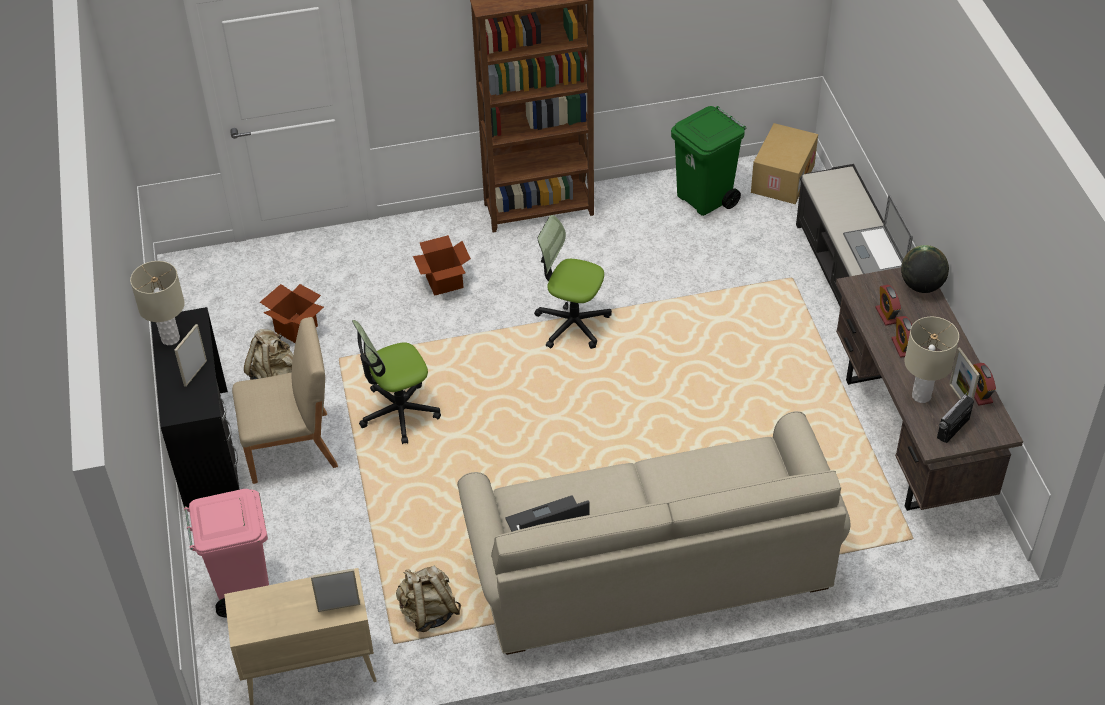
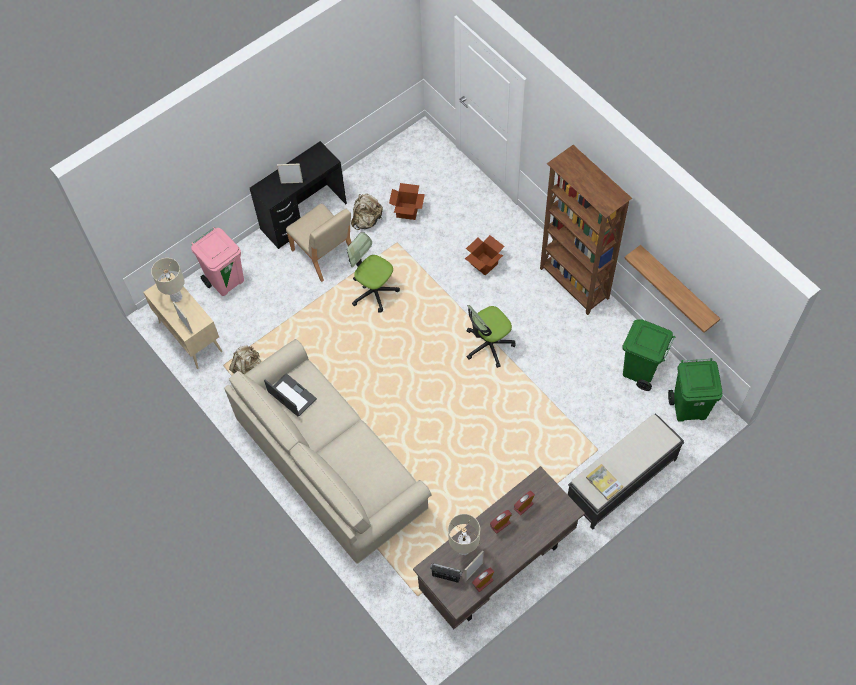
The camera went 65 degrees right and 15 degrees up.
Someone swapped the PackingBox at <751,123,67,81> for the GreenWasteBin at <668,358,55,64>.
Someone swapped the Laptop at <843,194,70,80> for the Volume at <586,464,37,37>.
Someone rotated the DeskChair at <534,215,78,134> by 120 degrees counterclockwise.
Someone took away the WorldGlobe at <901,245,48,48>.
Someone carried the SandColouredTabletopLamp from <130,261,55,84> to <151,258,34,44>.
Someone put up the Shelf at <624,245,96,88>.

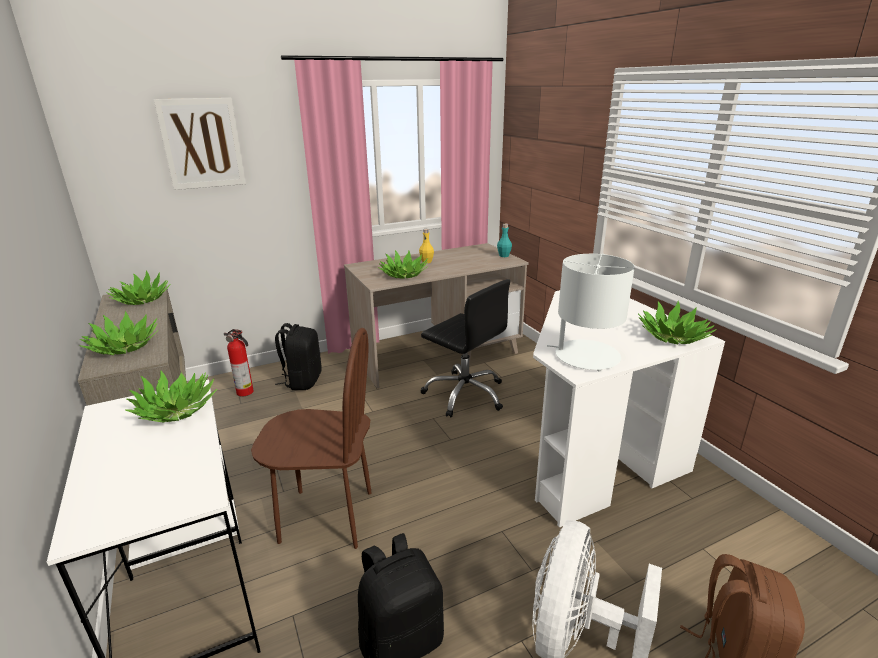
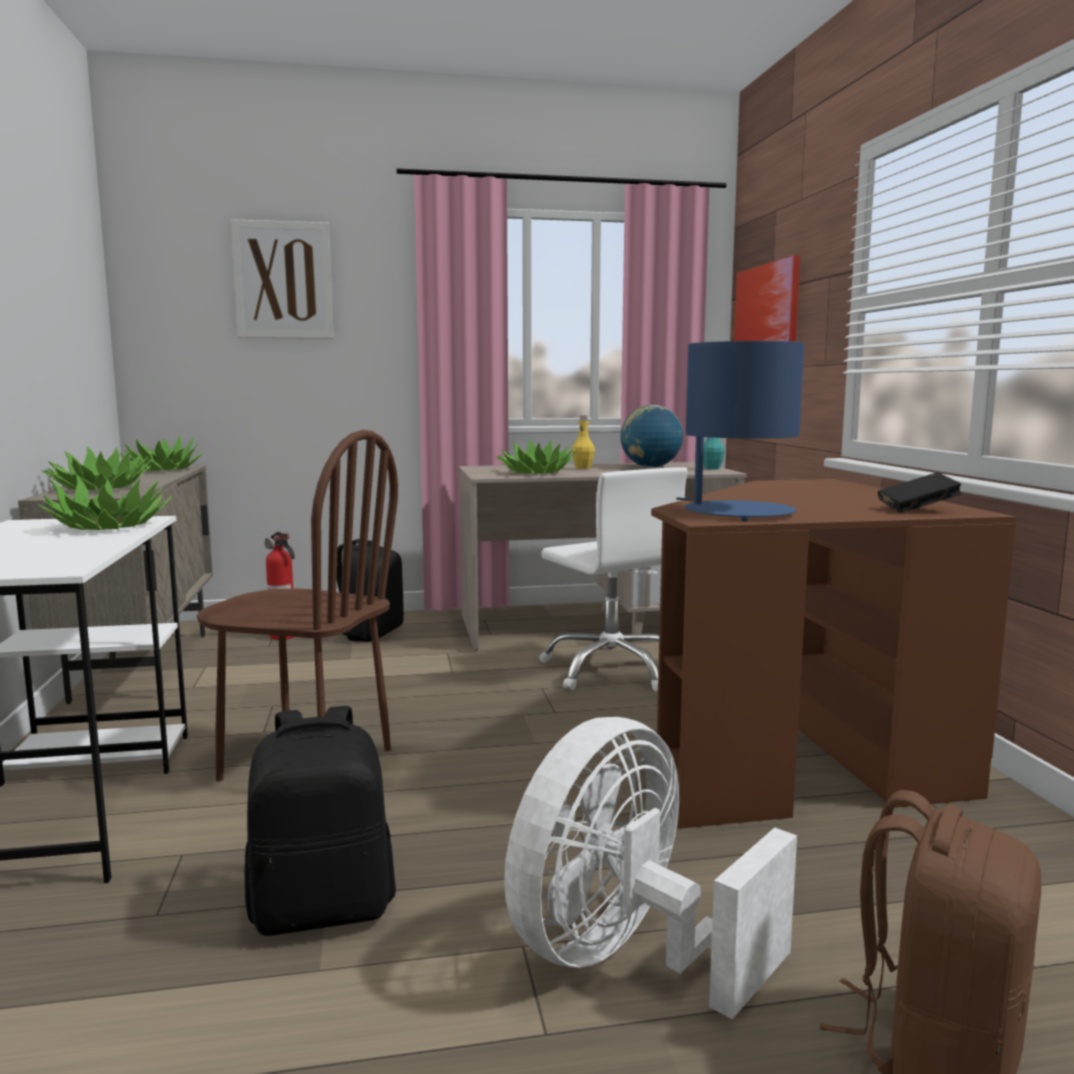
The camera went 15 degrees right and 15 degrees down.
Someone repainted the WhitishTabletopLamp at <547,254,88,118>, which became the BluishTabletopLamp at <676,341,128,180>.
Someone repainted the BlackDeskChair at <420,279,90,139>, which became the WhitishDeskChair at <539,467,148,224>.
Someone repainted the WhitishDeskTable at <533,290,192,238>, which became the BrownishDeskTable at <651,479,365,350>.
Someone swapped the PlantInAPot at <638,300,79,44> for the BlackVolume at <878,472,84,41>.
Someone put up the WallPicture at <734,255,66,87>.
Someone put down the WorldGlobe at <620,405,63,62>.

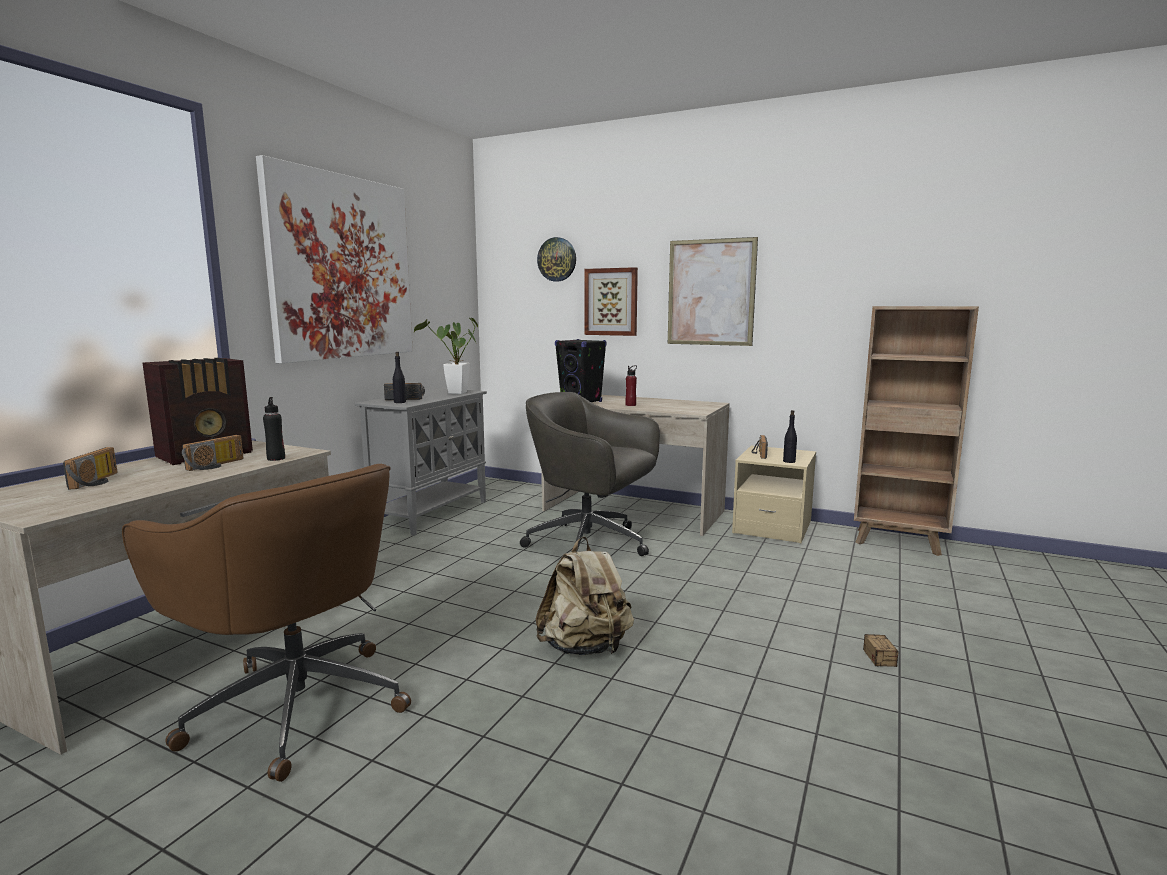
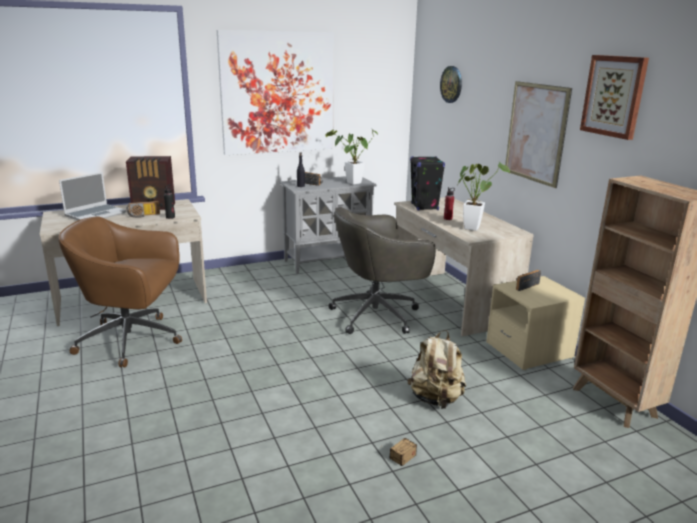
The camera went 40 degrees right and 10 degrees up.
Someone carried the WallPicture from <584,267,54,69> to <580,55,69,85>.
Someone rotated the GreyDeskChair at <520,392,140,164> by 90 degrees counterclockwise.
Someone took away the BlackBeverageBottle at <783,410,14,53>.
Someone swapped the Radio at <63,447,54,42> for the Laptop at <59,172,67,48>.
Someone rotated the BrownishDeskChair at <122,464,289,318> by 105 degrees clockwise.
Someone carried the SandColouredRucksack from <536,537,98,118> to <407,330,59,79>.
Someone put down the PlantInAPot at <458,162,52,69>.

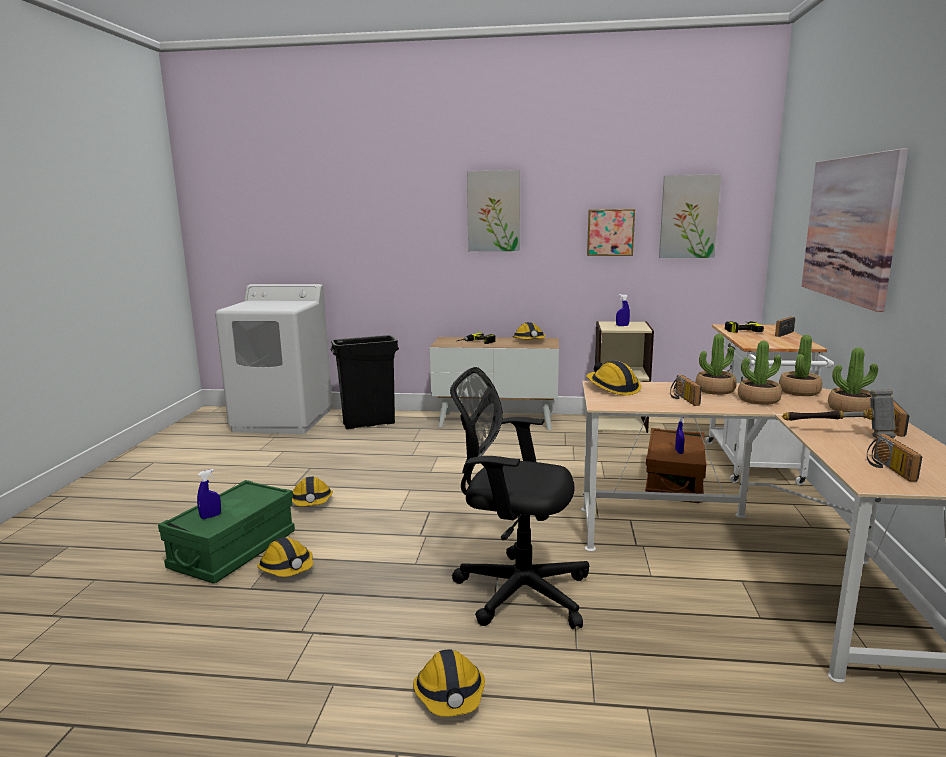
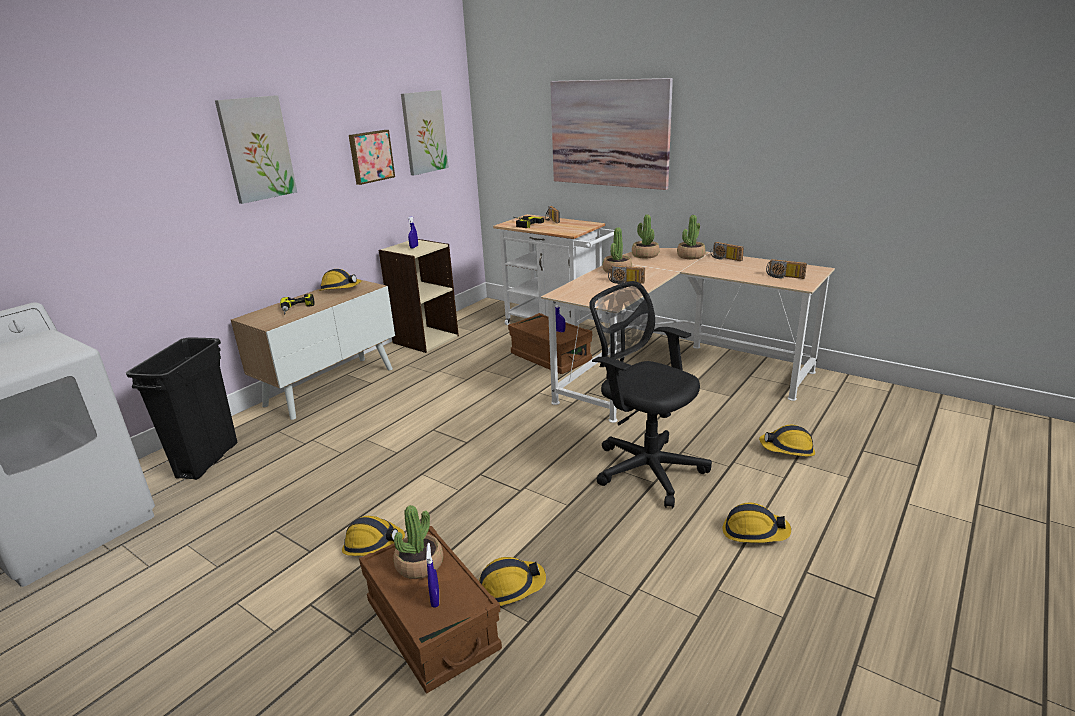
The camera went 60 degrees left and 10 degrees up.
Someone carried the PlantInAPot from <738,341,44,64> to <394,505,49,74>.
Someone carried the WorkHelmet from <586,361,55,34> to <759,425,56,31>.
Someone rotated the BlackDeskChair at <450,367,139,262> by 90 degrees clockwise.
Someone took away the ToolHammer at <782,390,114,48>.
Someone repainted the GreenStorageBox at <158,480,137,103>, which became the BrownishStorageBox at <359,526,143,168>.

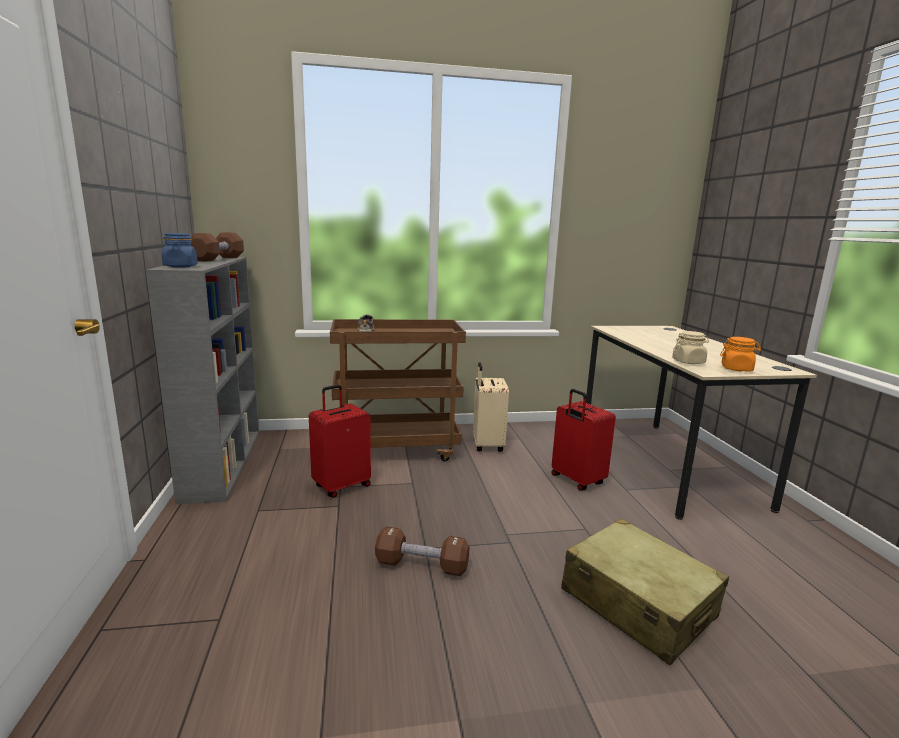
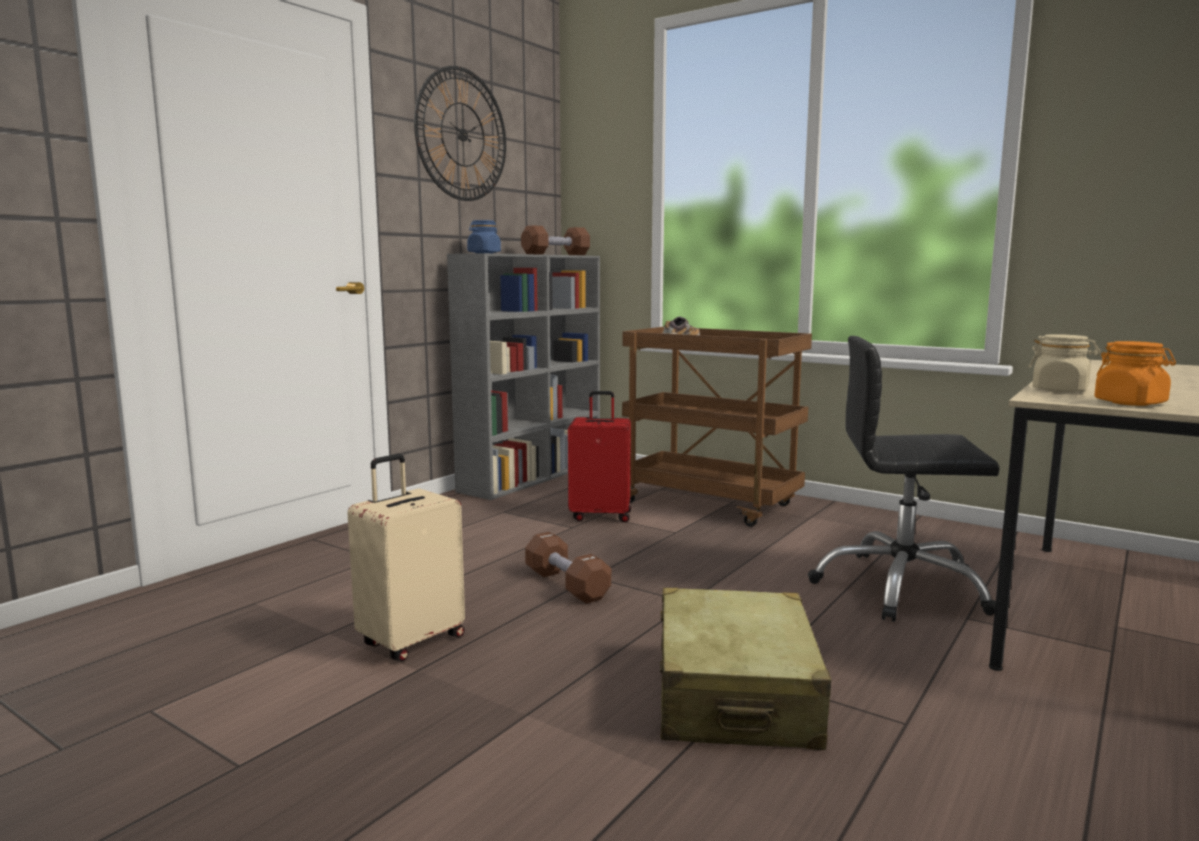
The camera went 45 degrees right and 5 degrees down.
Someone carried the SandColouredSuitcase from <473,362,36,90> to <347,454,118,207>.
Someone swapped the RedColouredSuitcase at <552,389,64,102> for the BlackDeskChair at <808,336,192,286>.
Someone put up the WallClock at <414,66,92,135>.

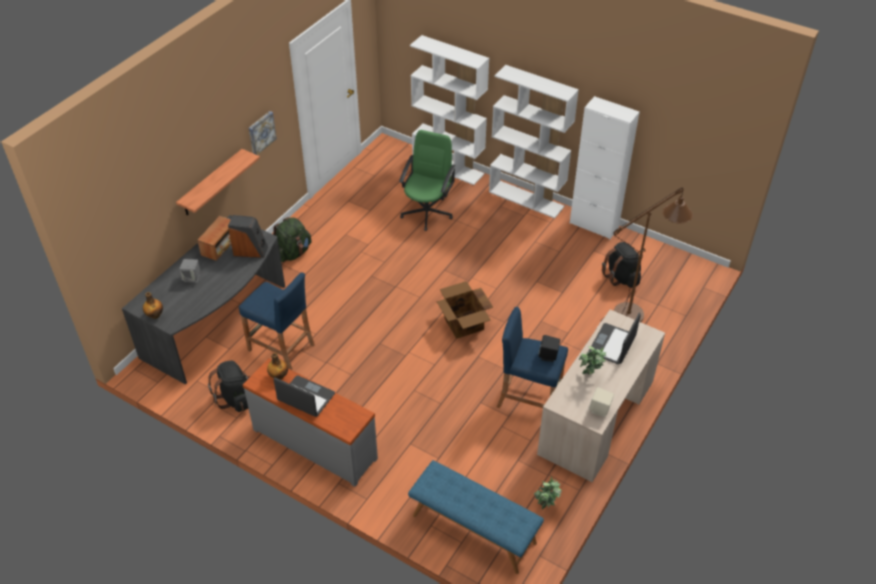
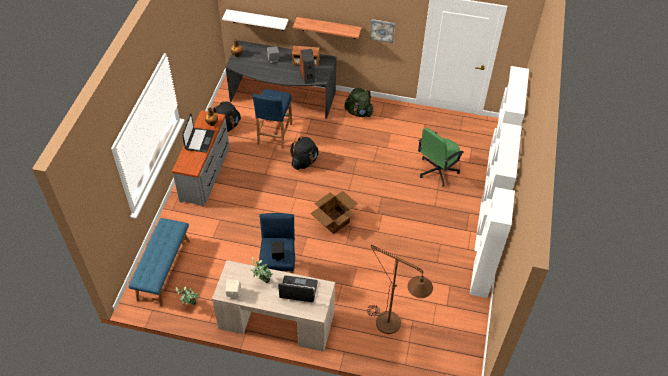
The camera went 70 degrees right and 5 degrees up.
Someone rotated the GreenDeskChair at <399,130,57,101> by 135 degrees clockwise.
Someone carried the BlackRucksack from <602,242,39,46> to <290,136,29,34>.
Someone put up the WhitishShelf at <222,9,66,22>.

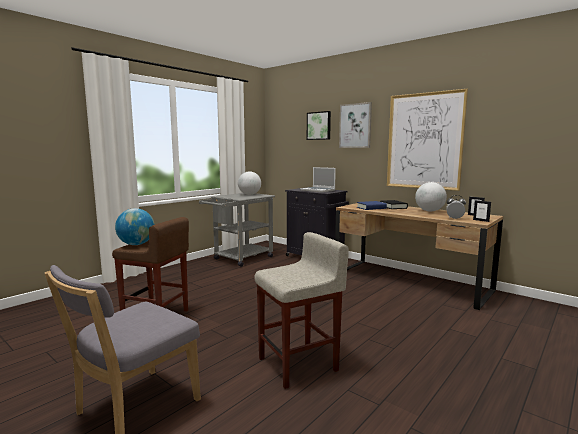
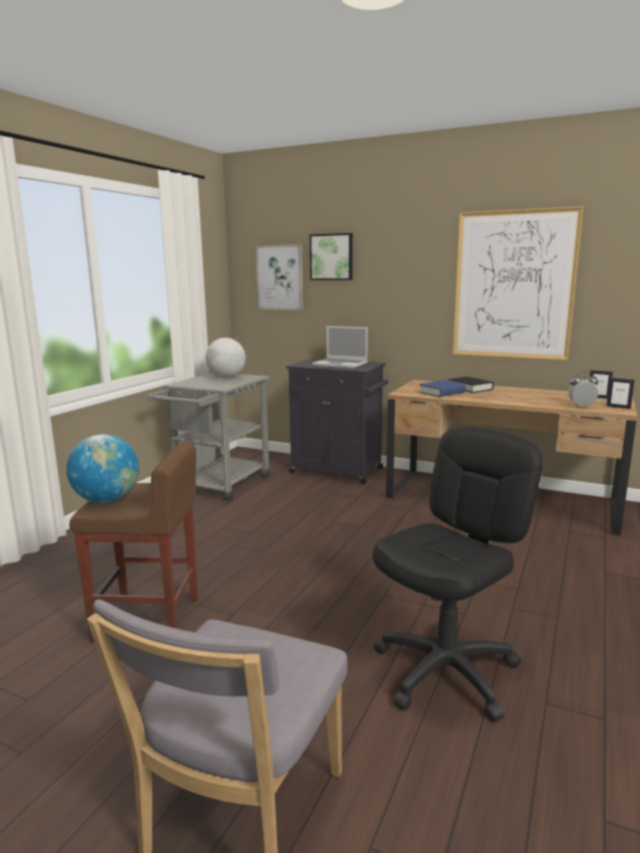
The camera went 15 degrees left and 5 degrees up.
Someone carried the WallPicture from <339,102,33,46> to <256,244,47,66>.
Someone took away the WorldGlobe at <415,182,32,30>.
Someone swapped the SandColouredStoolSeat at <254,232,95,157> for the BlackDeskChair at <373,427,170,295>.

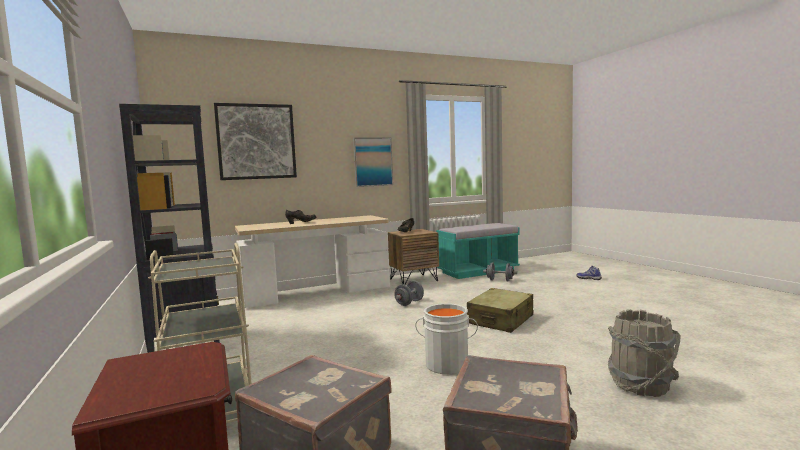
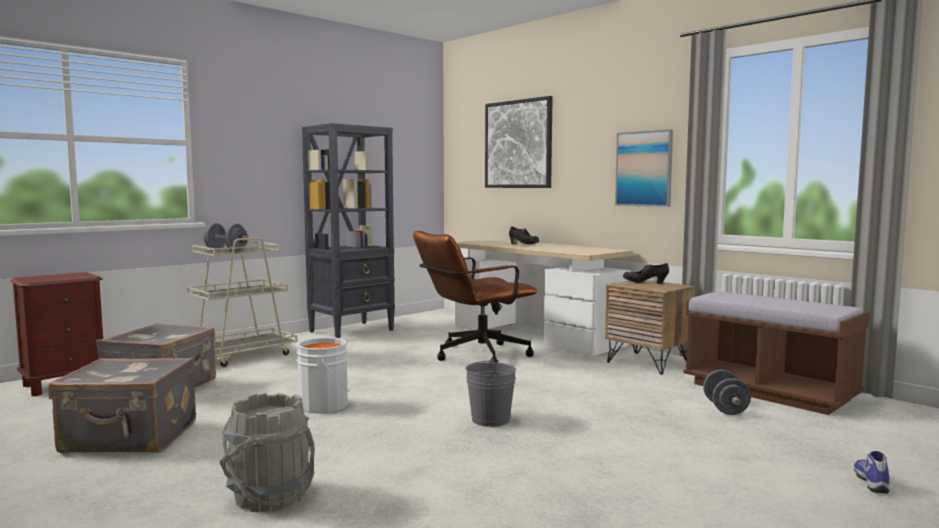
The camera went 70 degrees right and 0 degrees up.
Someone repainted the TurquoiseColouredBench at <436,223,84,56>, which became the BrownishBench at <683,292,187,123>.
Someone carried the GreyHandWeight from <395,281,29,25> to <203,223,46,29>.
Someone swapped the SandColouredSuitcase at <467,288,66,45> for the GreyPail at <465,358,51,69>.
Someone put down the BrownishDeskChair at <413,231,124,132>.

